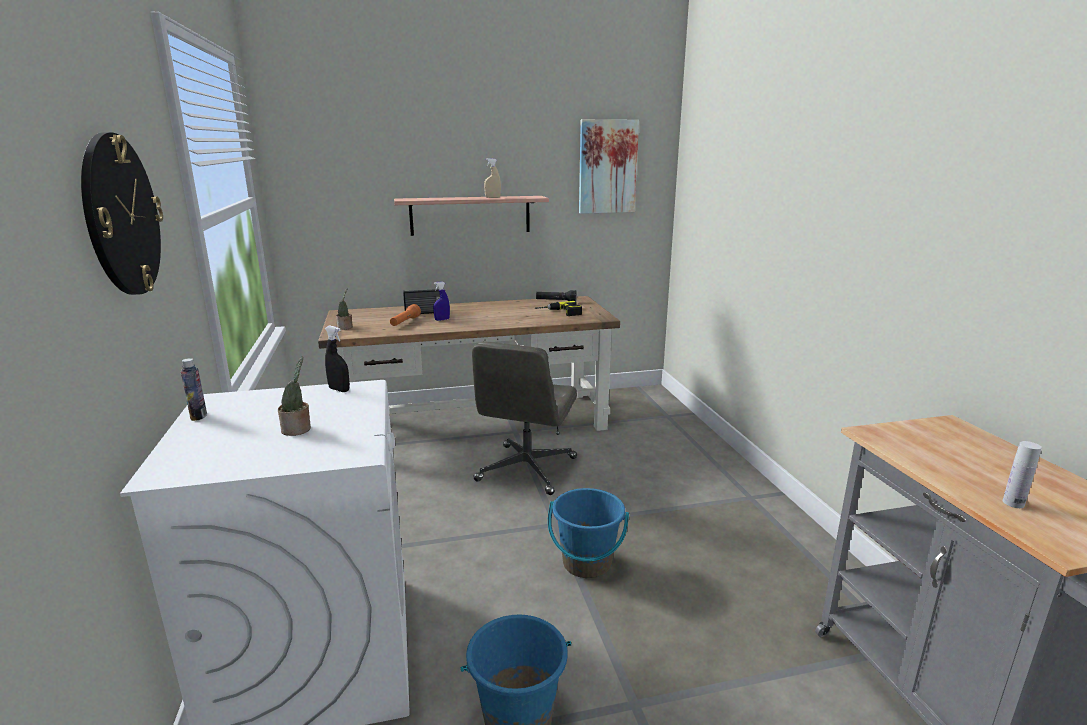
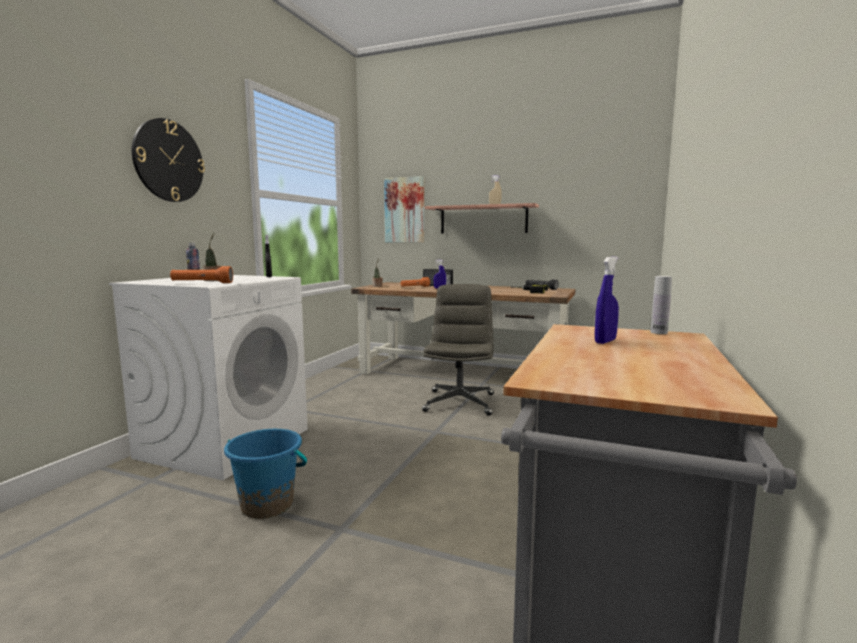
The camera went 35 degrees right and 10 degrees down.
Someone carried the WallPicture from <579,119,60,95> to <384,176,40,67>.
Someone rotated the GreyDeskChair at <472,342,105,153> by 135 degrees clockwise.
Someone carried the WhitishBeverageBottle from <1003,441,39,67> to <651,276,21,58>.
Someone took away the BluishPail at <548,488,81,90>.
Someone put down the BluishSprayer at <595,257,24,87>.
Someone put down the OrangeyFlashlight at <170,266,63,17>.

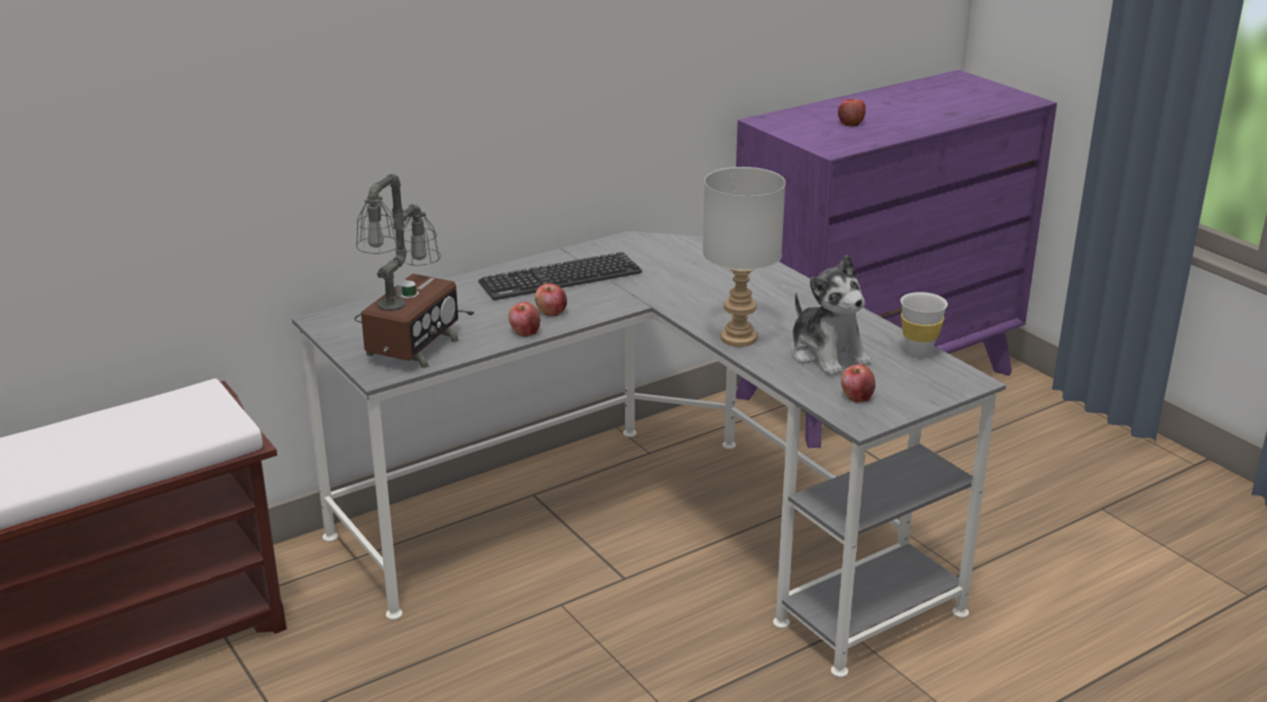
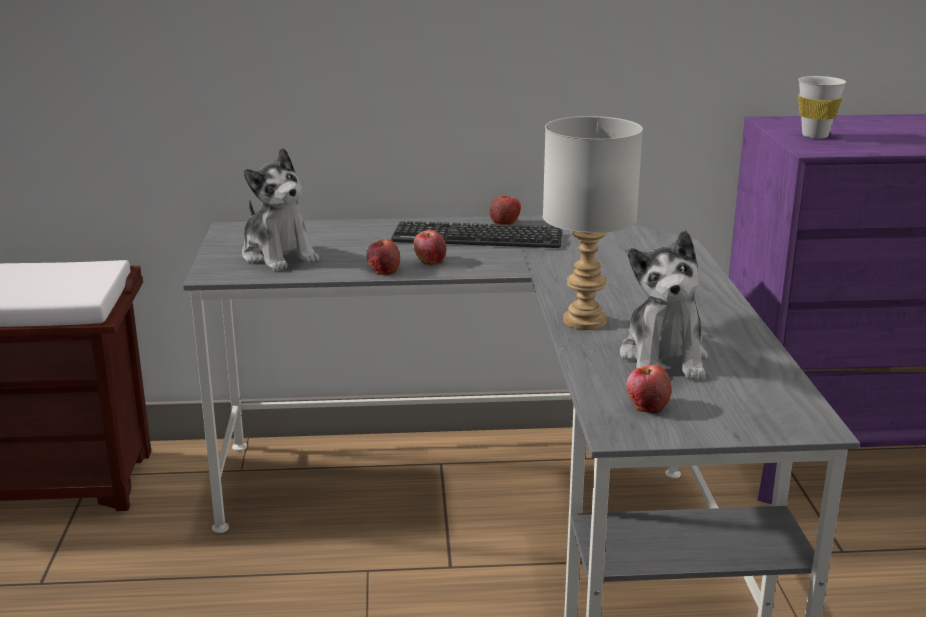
The camera went 30 degrees right and 5 degrees down.
Someone carried the Apple from <838,99,28,28> to <490,196,31,29>.
Someone swapped the TabletopLamp at <354,173,120,195> for the SoftToy at <242,148,77,123>.
Someone carried the WhitishDrinkingCup from <901,292,47,66> to <798,76,48,63>.

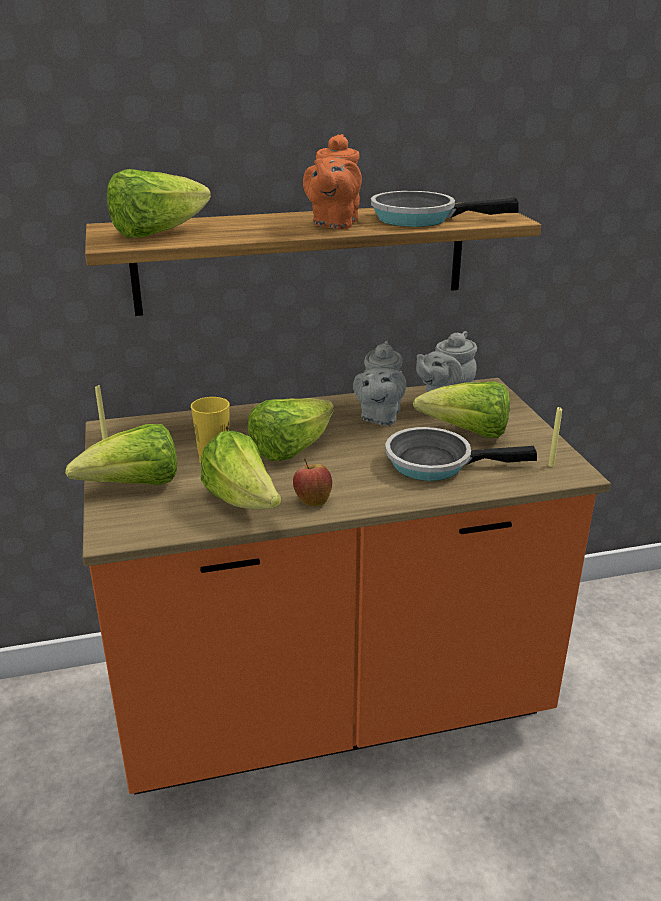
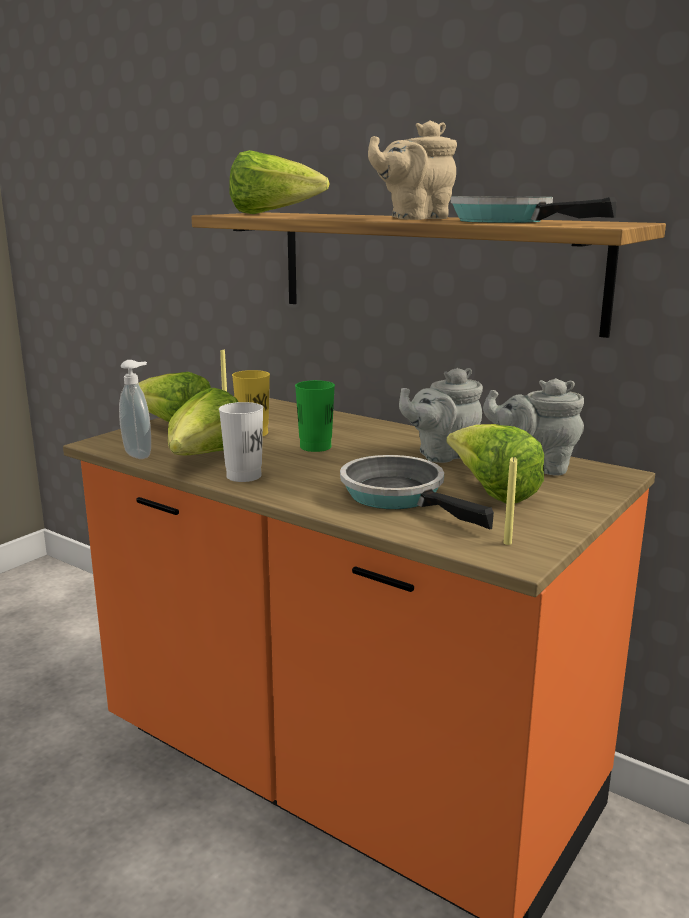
The camera went 50 degrees right and 10 degrees down.
Someone repainted the OrangeyTeapot at <303,134,59,95>, which became the SandColouredTeapot at <368,120,89,100>.
Someone swapped the LettuceHead at <248,398,86,63> for the GreenDrinkingCup at <295,380,40,72>.
Someone swapped the Apple at <293,458,39,48> for the WhitishDrinkingCup at <219,402,45,80>.
Someone put down the SoapBottle at <119,360,32,99>.

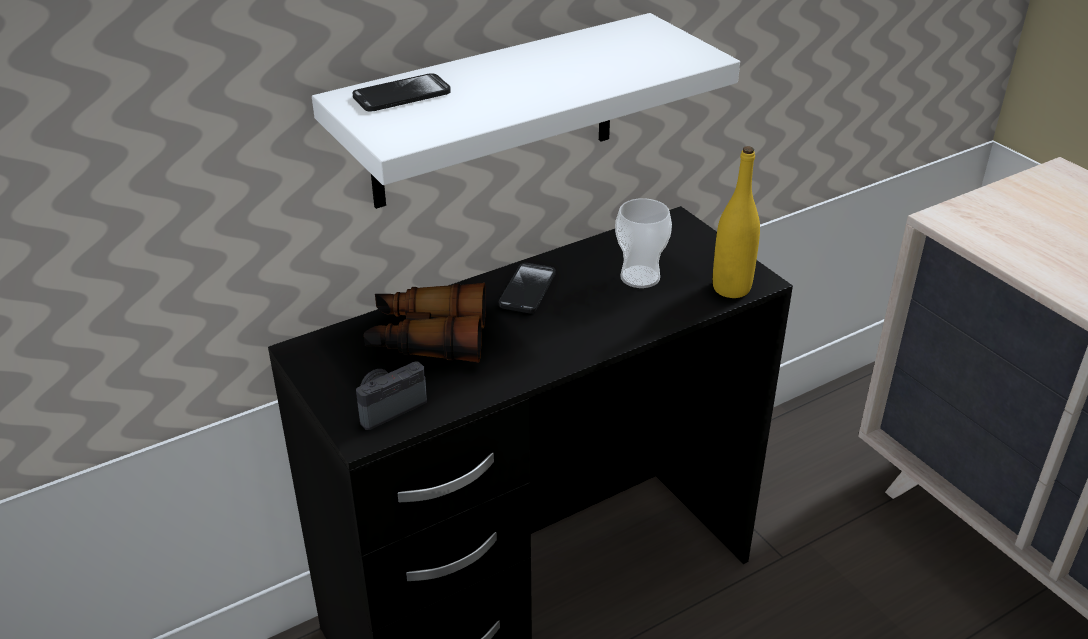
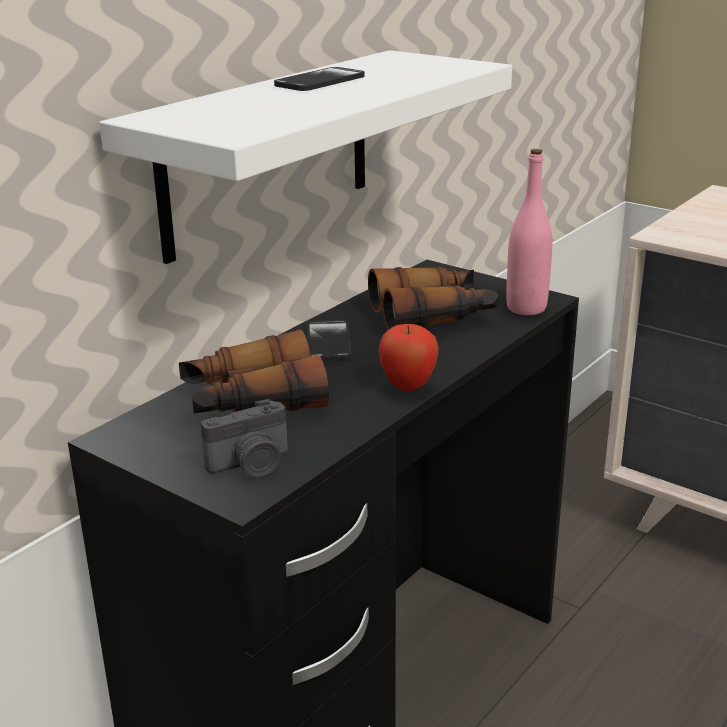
The camera went 20 degrees left and 10 degrees down.
Someone carried the Handset from <352,73,99,38> to <274,67,91,24>.
Someone repainted the YellowBeverageBottle at <713,146,47,152>, which became the PinkishBeverageBottle at <506,149,46,166>.
Someone swapped the DrinkingCup at <615,198,57,90> for the FieldGlasses at <368,266,130,64>.
Someone rotated the StillCamera at <356,362,71,68> by 150 degrees counterclockwise.
Someone put down the Apple at <379,324,60,68>.

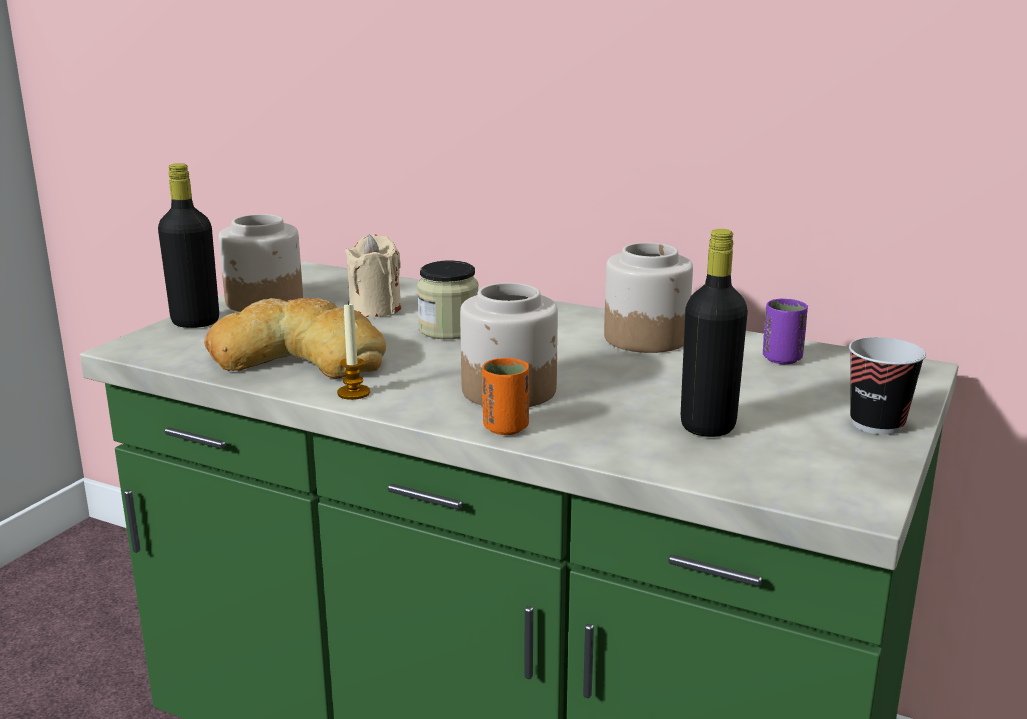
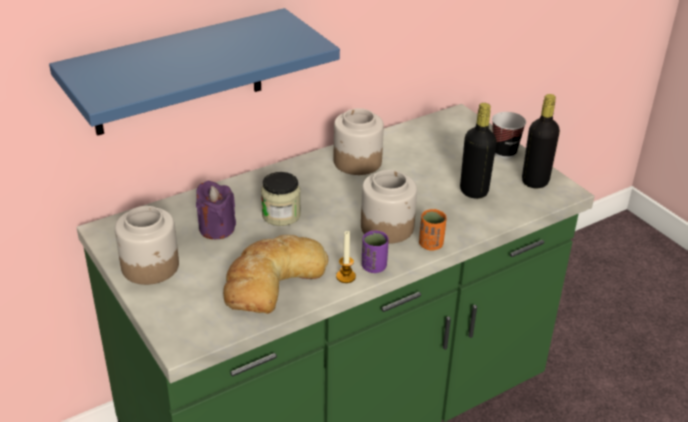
The camera went 60 degrees left and 15 degrees up.
Someone carried the BlackBeverageBottle from <158,163,61,165> to <522,94,38,94>.
Someone repainted the SandColouredWaxCandle at <345,235,56,82>, which became the PurpleColouredWaxCandle at <196,181,40,58>.
Someone carried the PurpleColouredDrinkingCup from <763,299,45,65> to <362,231,27,42>.
Someone put up the BluishShelf at <49,8,291,128>.

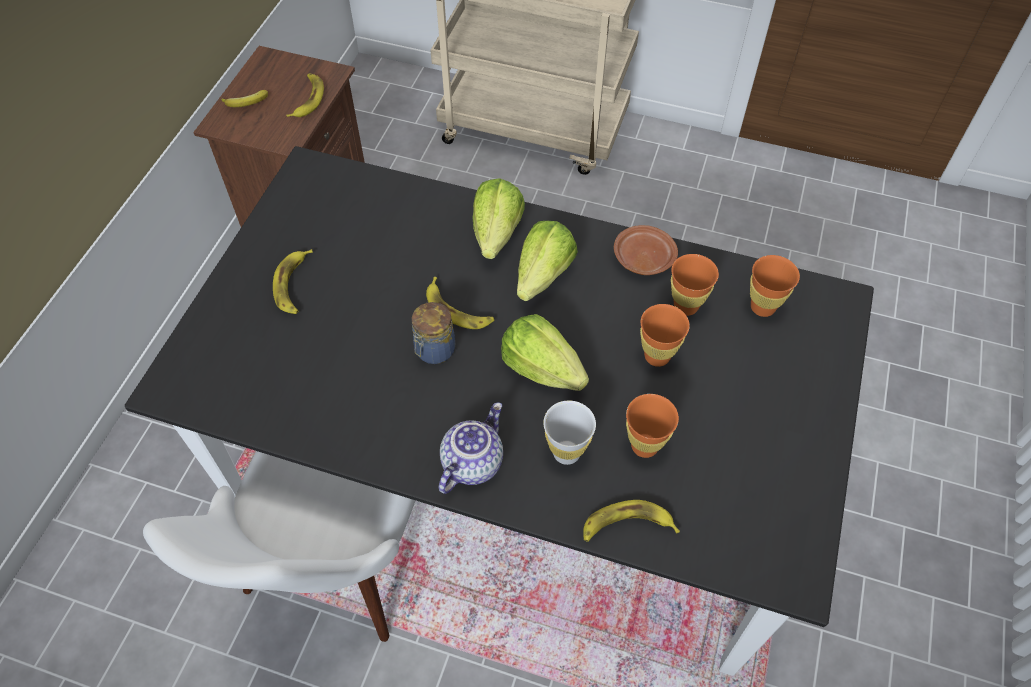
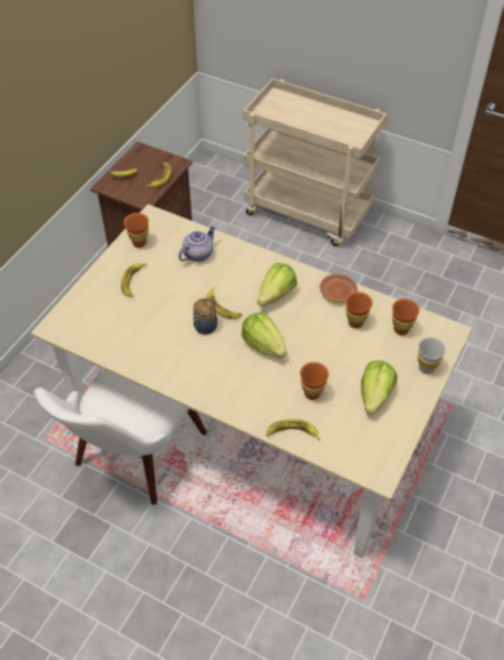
The camera went 10 degrees right and 5 degrees down.
Someone repainted the BlackKitchenTable at <125,146,749,530>, which became the SandColouredKitchenTable at <31,204,441,354>.
Someone carried the LettuceHead from <472,178,53,81> to <361,361,36,54>.
Someone carried the OrangeyDrinkingCup from <640,304,50,63> to <124,213,25,35>.
Someone carried the WhitishDrinkingCup from <543,400,53,65> to <417,336,30,38>.
Someone carried the Teapot from <438,402,65,92> to <178,225,38,37>.

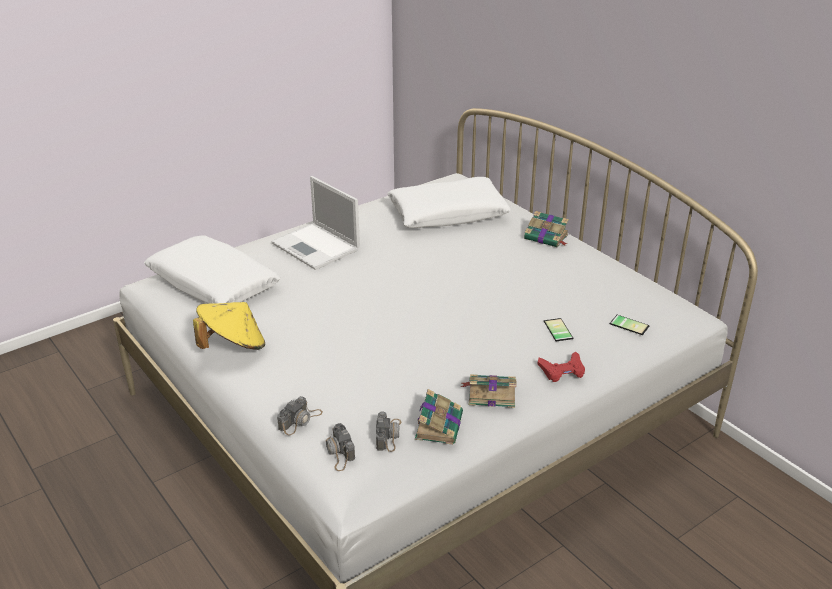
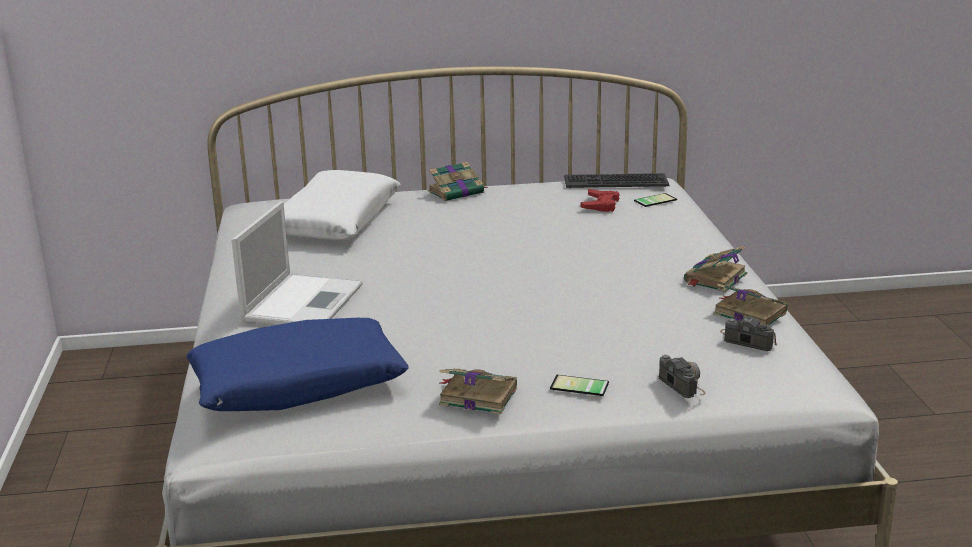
The camera went 60 degrees left and 10 degrees down.
Someone rotated the Laptop at <271,176,89,94> by 60 degrees counterclockwise.
Someone repainted the WhitishPillow at <144,235,137,69>, which became the BluishPillow at <187,318,222,93>.
Someone swapped the YellowWearableHat at <193,302,72,48> for the Volume at <439,368,78,46>.
Someone carried the Handset from <544,318,29,23> to <550,375,59,21>.
Someone carried the RedColouredGameController from <538,351,47,31> to <581,189,39,23>.
Someone took away the StillCamera at <326,423,29,48>.
Someone put down the ComputerKeyboard at <564,173,106,15>.

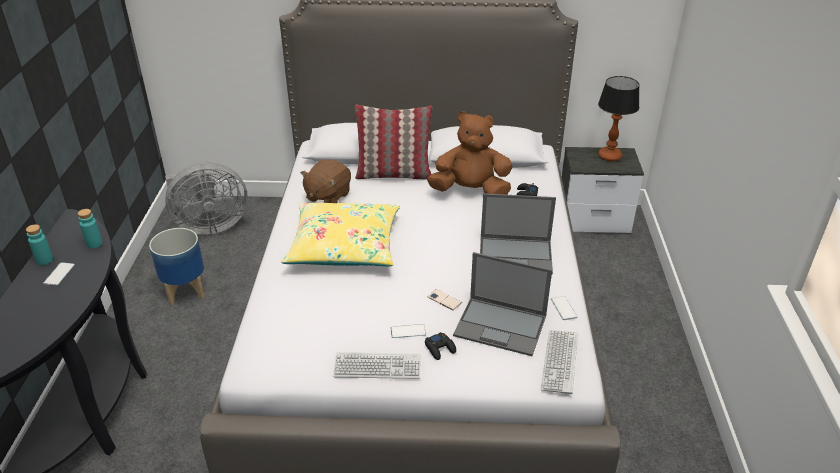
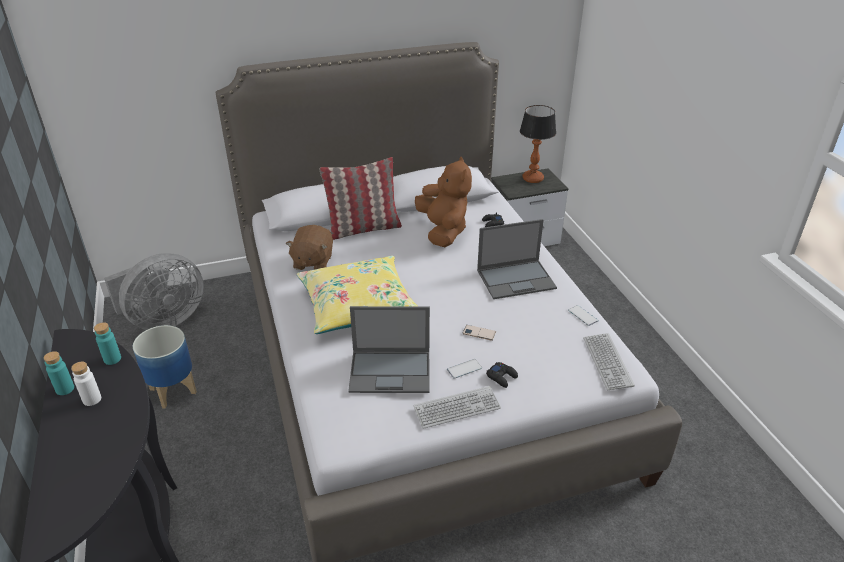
The camera went 20 degrees left and 0 degrees up.
Someone rotated the BrownishSoftToy at <427,111,85,84> by 90 degrees clockwise.
Someone carried the Laptop from <453,252,99,104> to <348,306,82,87>.
Someone swapped the Handset at <43,262,32,24> for the WhitishBeverageBottle at <71,361,30,45>.

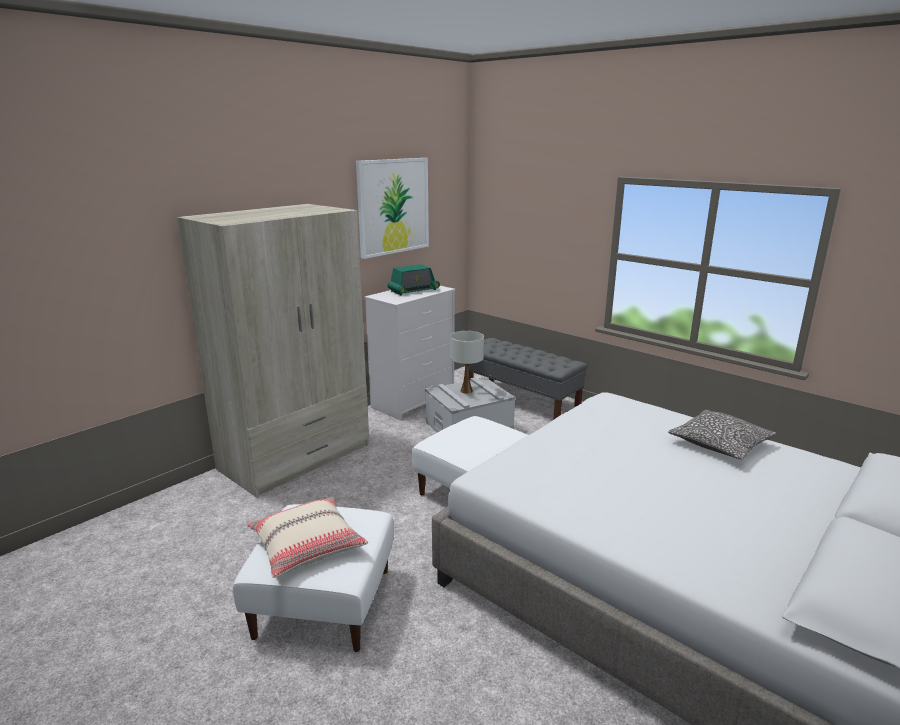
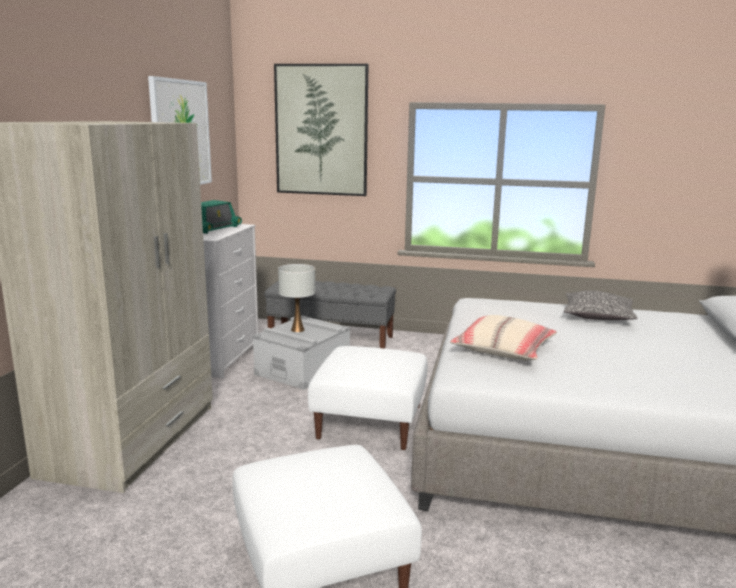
The camera went 30 degrees left and 5 degrees down.
Someone carried the SandColouredPillow from <247,497,121,81> to <450,315,107,46>.
Someone put up the WallPicture at <274,64,94,132>.

